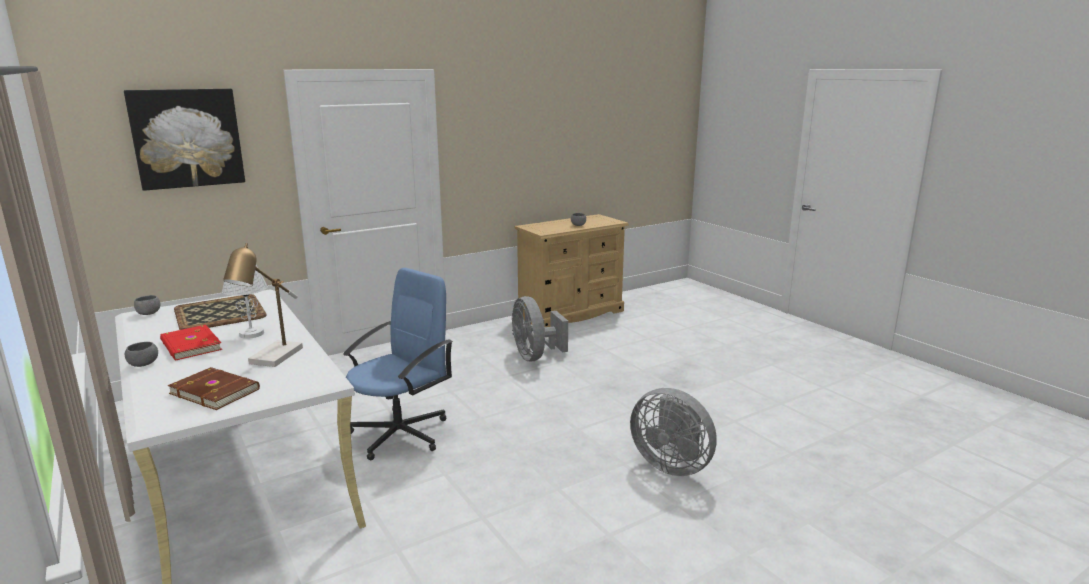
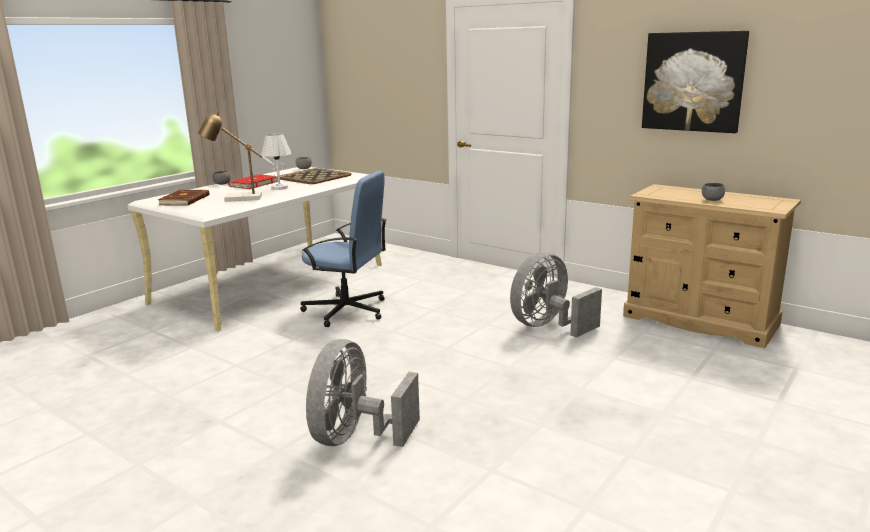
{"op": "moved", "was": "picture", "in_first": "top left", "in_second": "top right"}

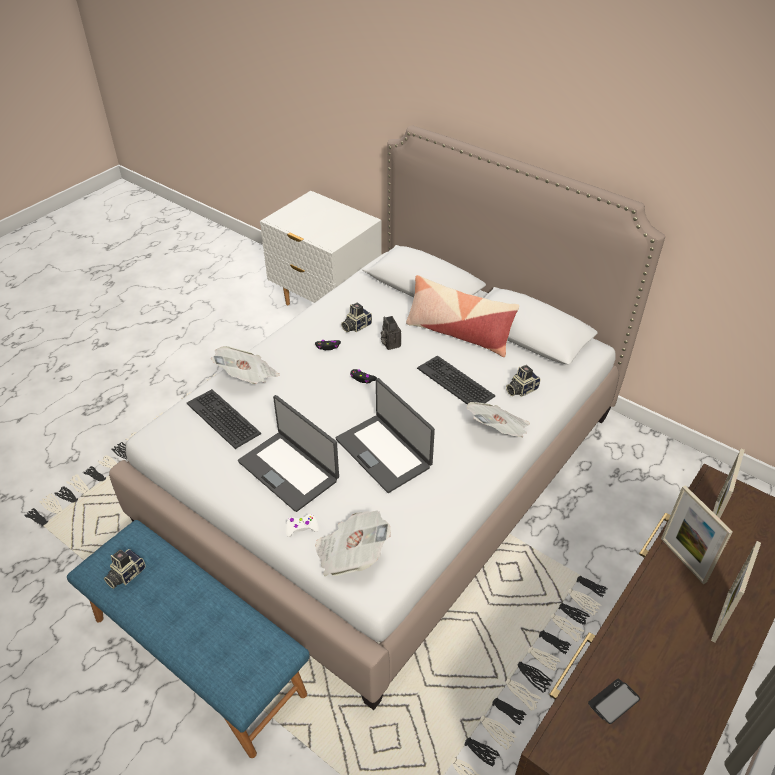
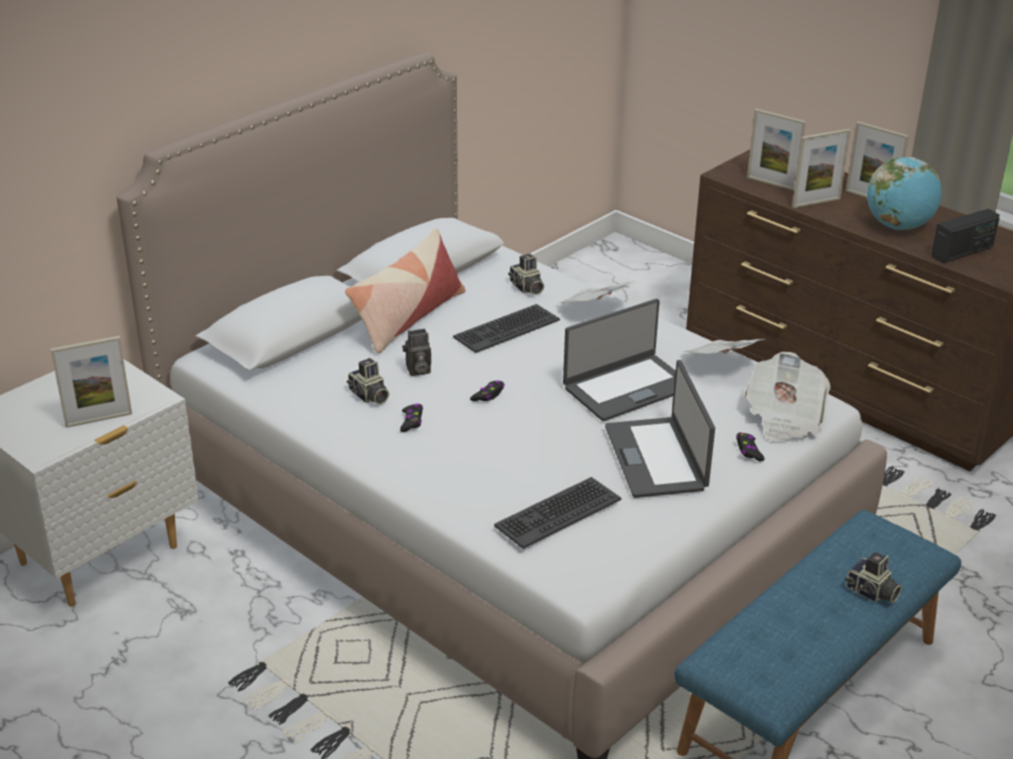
{"op": "added", "now": "picture frame (1st from left)", "in_second": "middle left"}
{"op": "added", "now": "globe", "in_second": "top right"}
{"op": "moved", "was": "photo camera (1st from left in the first image)", "now": "photo camera (4th from left)", "in_first": "bottom left", "in_second": "bottom right"}
{"op": "moved", "was": "newspaper (1st from left in the first image)", "now": "newspaper (2nd from left)", "in_first": "middle left", "in_second": "middle right"}
{"op": "replaced", "was": "phone", "now": "radio", "in_first": "bottom right", "in_second": "top right"}
{"op": "recoloured", "was": "game controller/white", "now": "game controller/black (3rd from left)", "in_first": "bottom centre", "in_second": "middle right"}
{"op": "turned", "was": "laptop (1st from left in the first image)", "in_first": "centre", "in_second": "centre", "clockwise": 120}

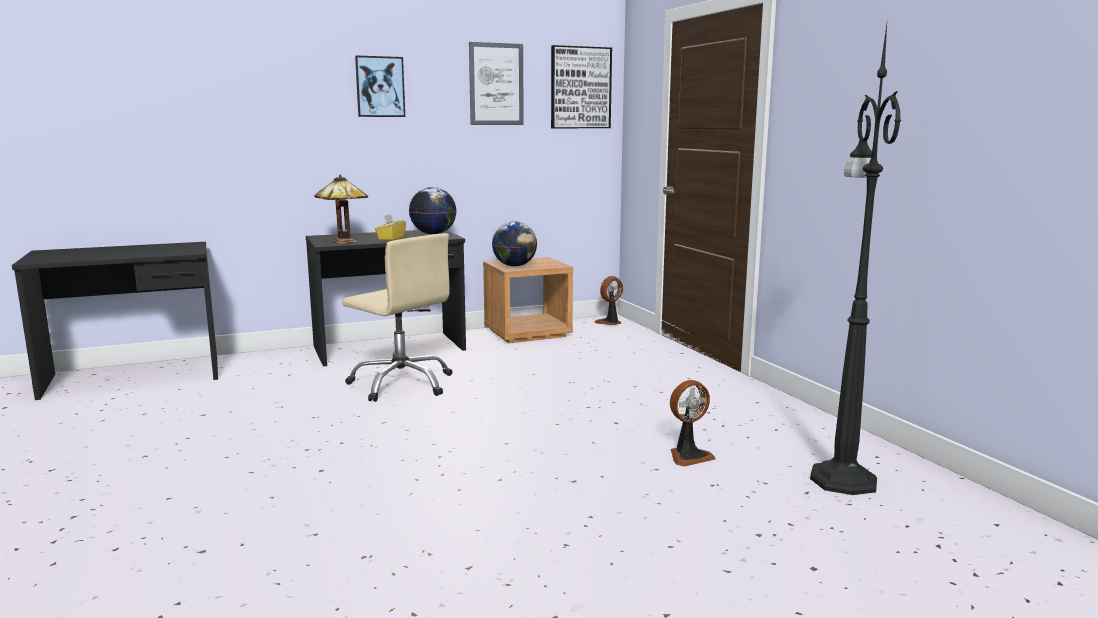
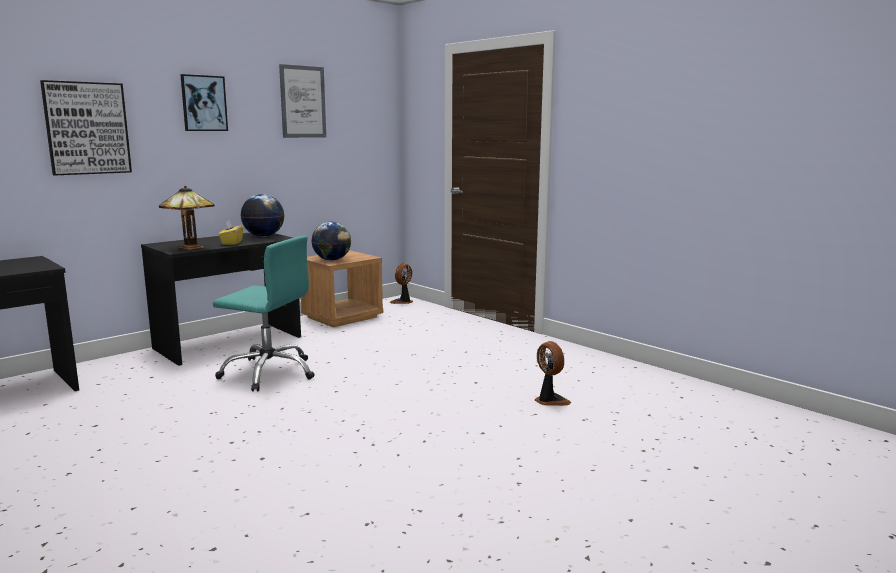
{"op": "removed", "was": "floor lamp/black", "in_first": "middle right"}
{"op": "moved", "was": "picture (3rd from left in the first image)", "now": "picture (1st from left)", "in_first": "top centre", "in_second": "top left"}
{"op": "recoloured", "was": "office chair/beige", "now": "office chair/turquoise", "in_first": "centre", "in_second": "middle left"}
{"op": "turned", "was": "fan (2nd from left)", "in_first": "bottom centre", "in_second": "centre", "clockwise": -75}

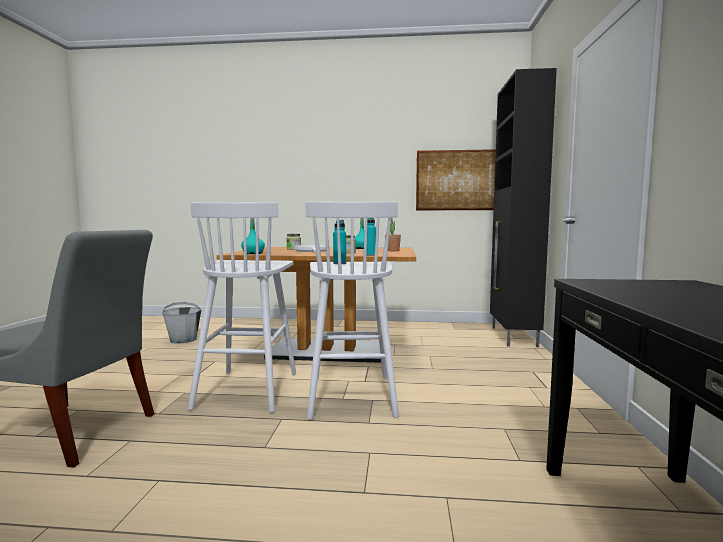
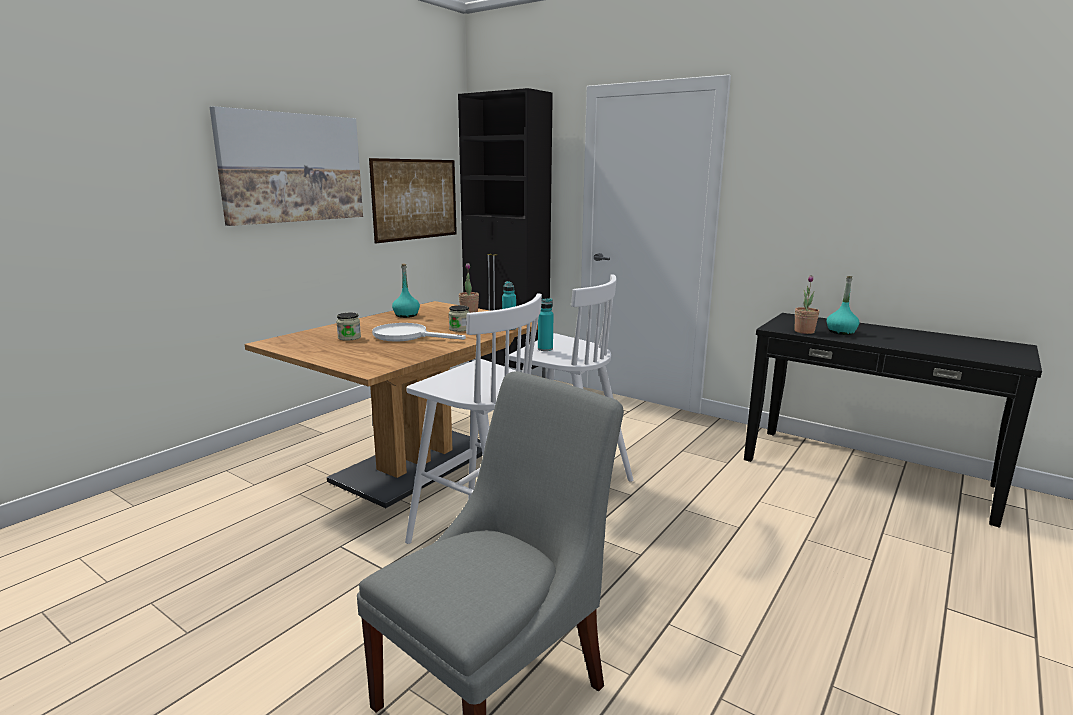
{"op": "removed", "was": "bucket/grey", "in_first": "middle left"}
{"op": "added", "now": "picture (1st from left)", "in_second": "top left"}
{"op": "added", "now": "potted plant (2nd from left)", "in_second": "middle right"}
{"op": "moved", "was": "bottle/turquoise (1st from left in the first image)", "now": "bottle/turquoise (4th from left)", "in_first": "centre", "in_second": "middle right"}

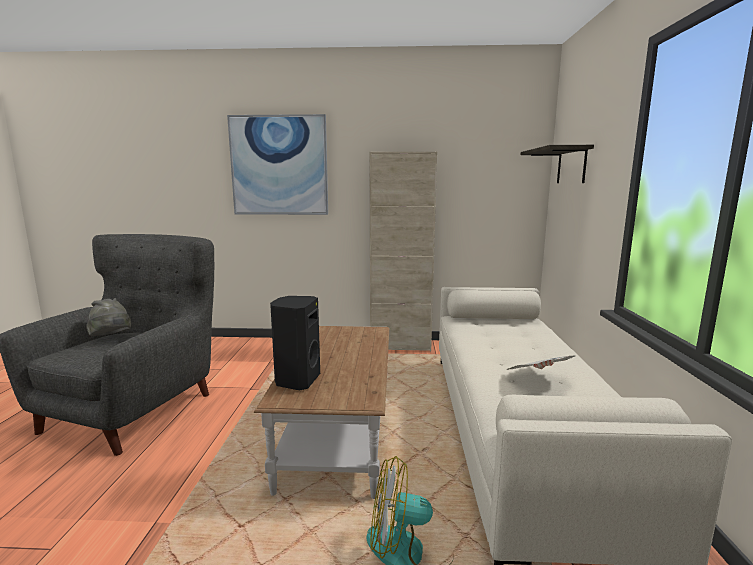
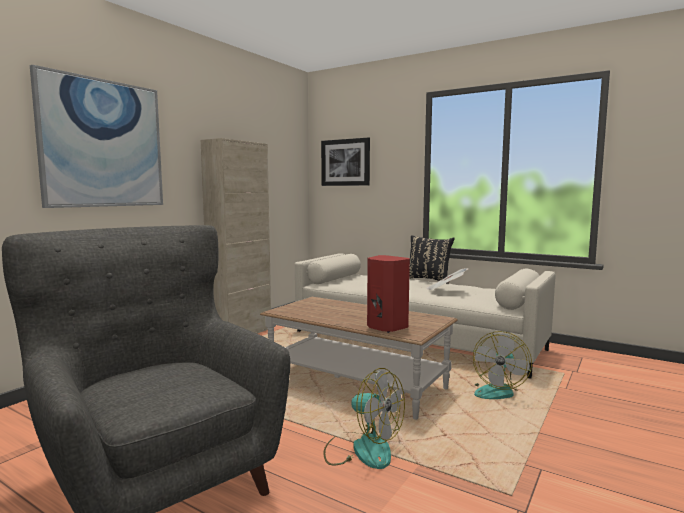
{"op": "removed", "was": "hat/grey", "in_first": "middle left"}
{"op": "added", "now": "fan (1st from left)", "in_second": "bottom centre"}
{"op": "added", "now": "pillow/black", "in_second": "centre"}
{"op": "replaced", "was": "shelf", "now": "picture (2nd from left)", "in_first": "top right", "in_second": "top centre"}
{"op": "recoloured", "was": "speaker/black", "now": "speaker/red", "in_first": "centre", "in_second": "centre"}

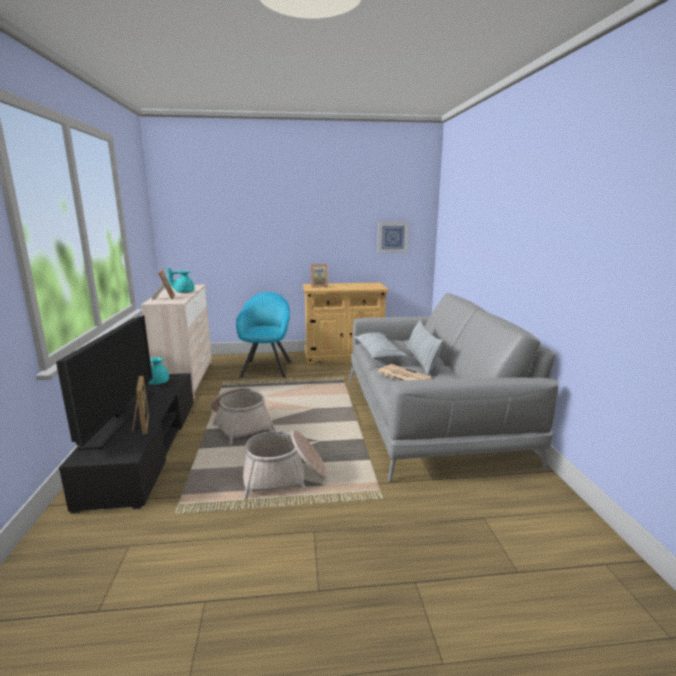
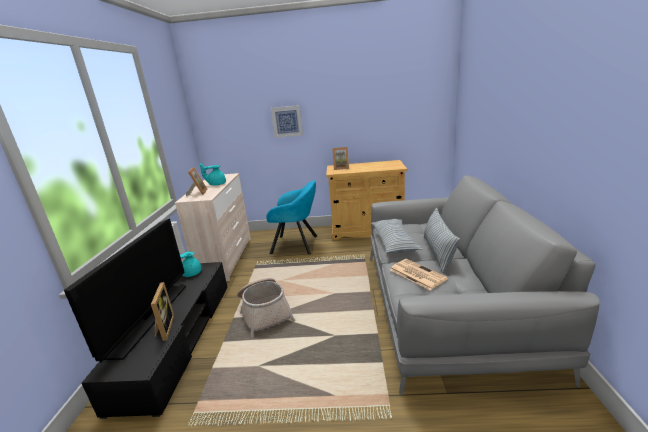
{"op": "removed", "was": "basket (2nd from left)", "in_first": "bottom centre"}
{"op": "moved", "was": "picture", "in_first": "centre", "in_second": "top centre"}
{"op": "turned", "was": "armchair/turquoise", "in_first": "centre", "in_second": "centre", "clockwise": 90}

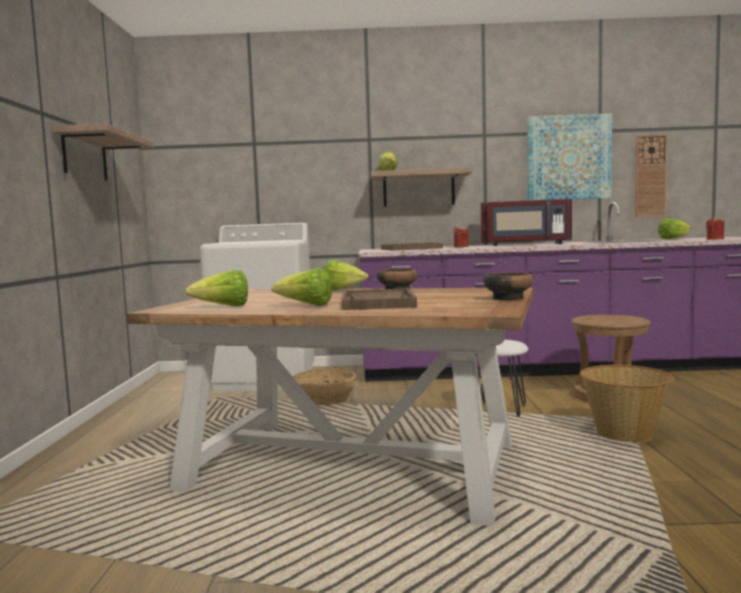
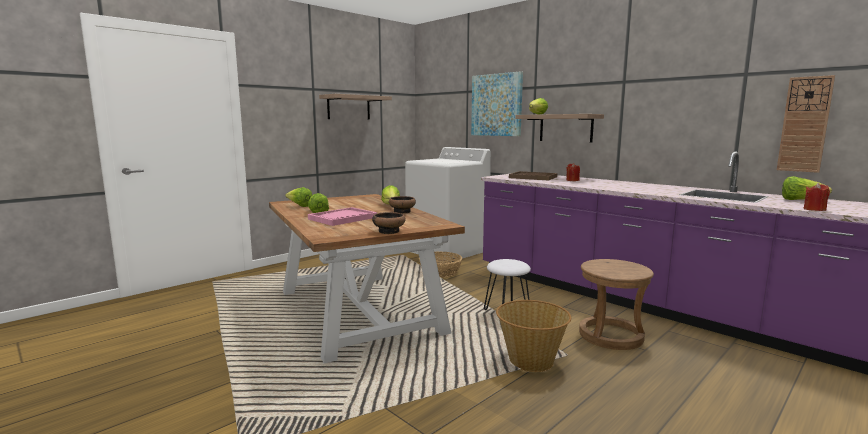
{"op": "removed", "was": "microwave/red", "in_first": "middle right"}
{"op": "moved", "was": "picture", "in_first": "top right", "in_second": "top centre"}
{"op": "recoloured", "was": "tray/brown (1st from left)", "now": "tray/pink", "in_first": "centre", "in_second": "centre"}

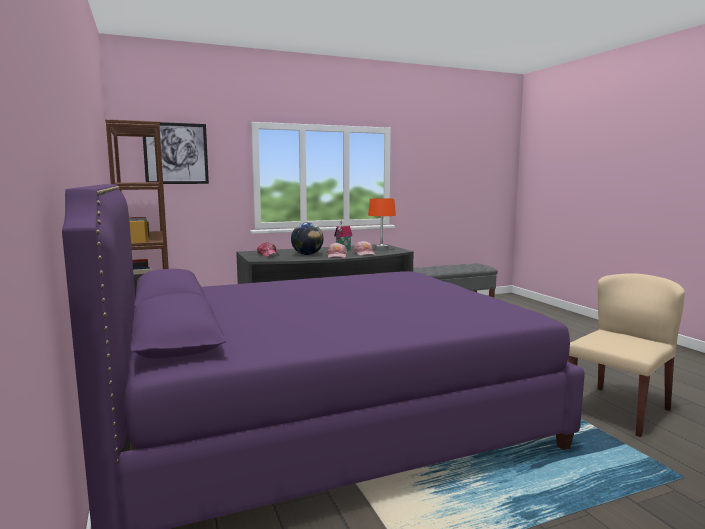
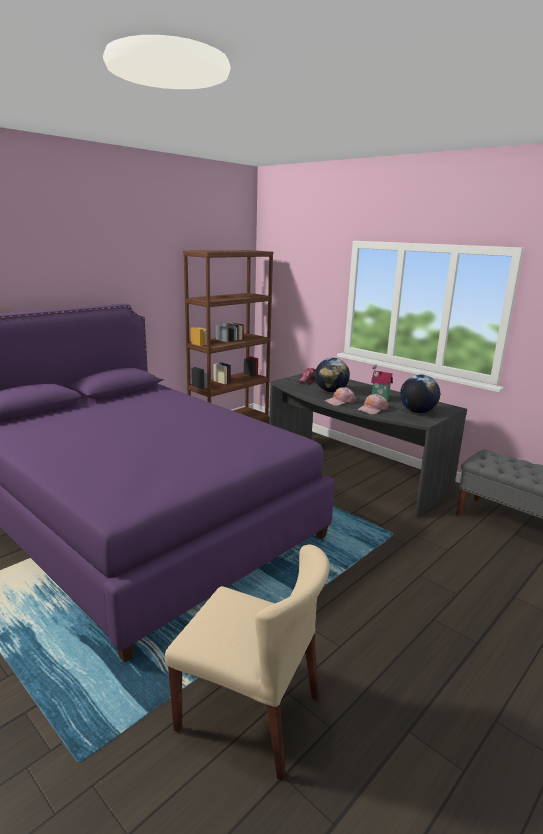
{"op": "removed", "was": "picture", "in_first": "top left"}
{"op": "replaced", "was": "table lamp/orange", "now": "globe (2nd from left)", "in_first": "centre", "in_second": "middle right"}

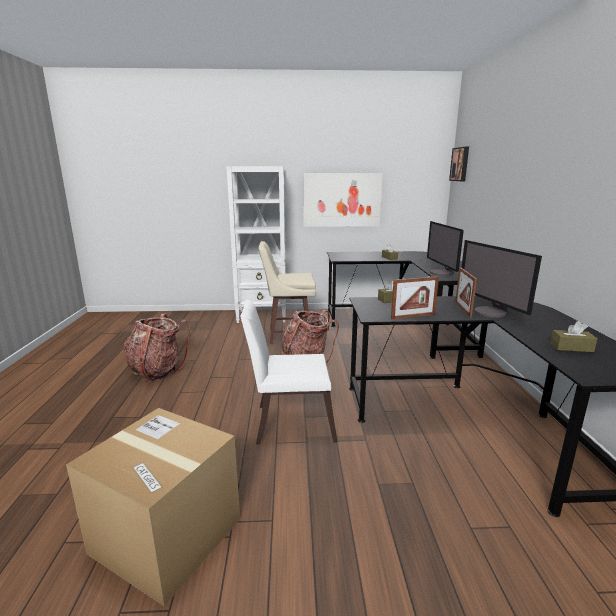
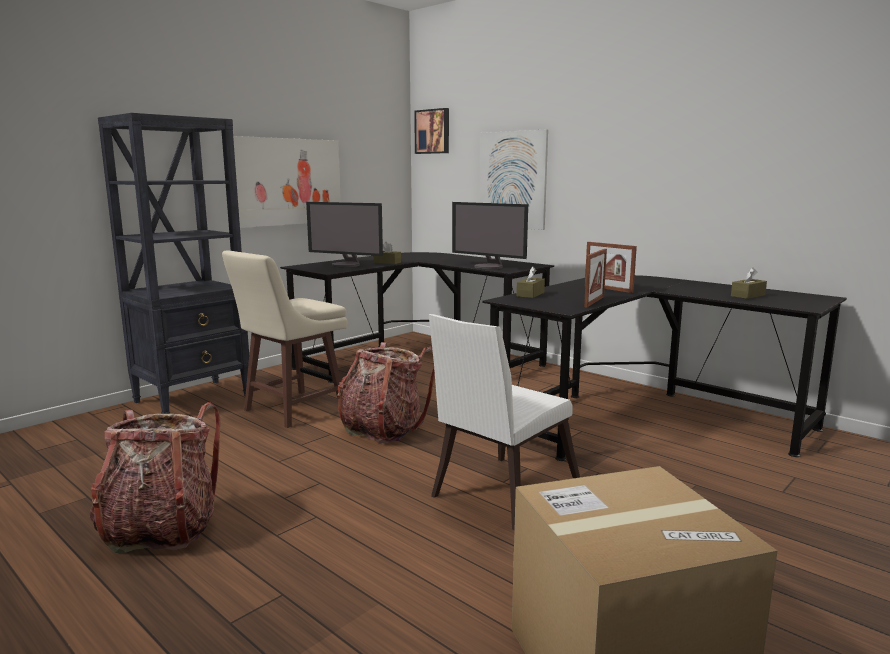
{"op": "added", "now": "picture (3rd from left)", "in_second": "top centre"}
{"op": "moved", "was": "monitor (2nd from left in the first image)", "now": "monitor (1st from left)", "in_first": "middle right", "in_second": "centre"}
{"op": "recoloured", "was": "bookcase/white", "now": "bookcase/black", "in_first": "centre", "in_second": "middle left"}

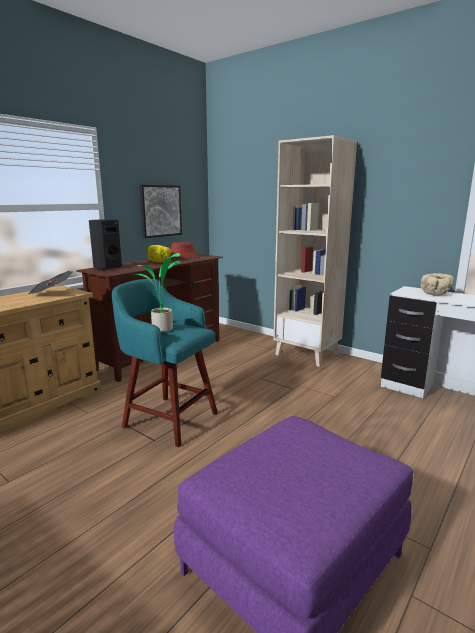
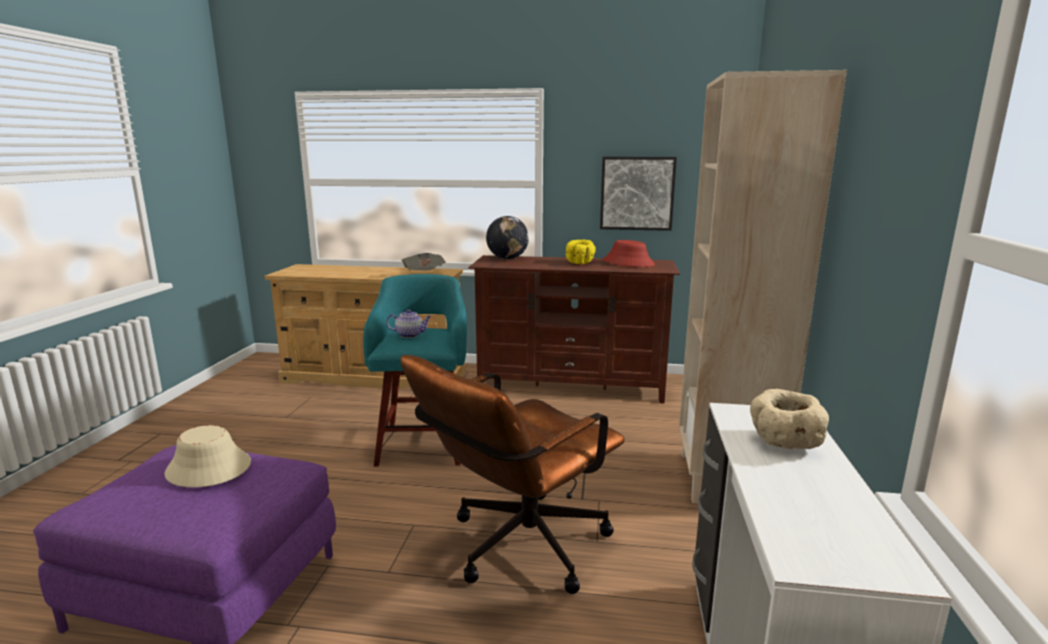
{"op": "added", "now": "hat/beige", "in_second": "bottom left"}
{"op": "added", "now": "office chair/brown", "in_second": "bottom centre"}
{"op": "replaced", "was": "speaker/black", "now": "globe", "in_first": "middle left", "in_second": "centre"}
{"op": "replaced", "was": "potted plant", "now": "teapot", "in_first": "middle left", "in_second": "centre"}

